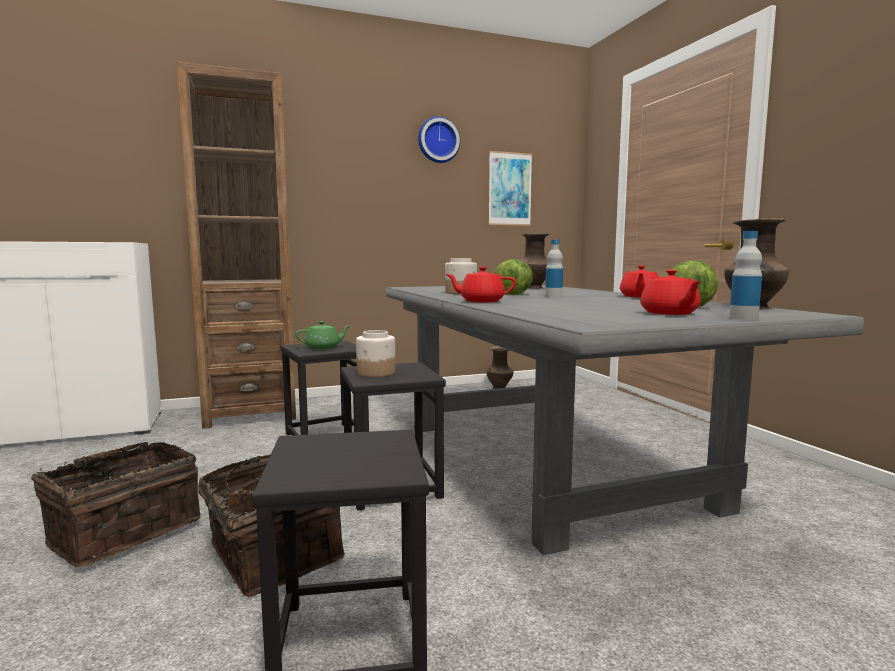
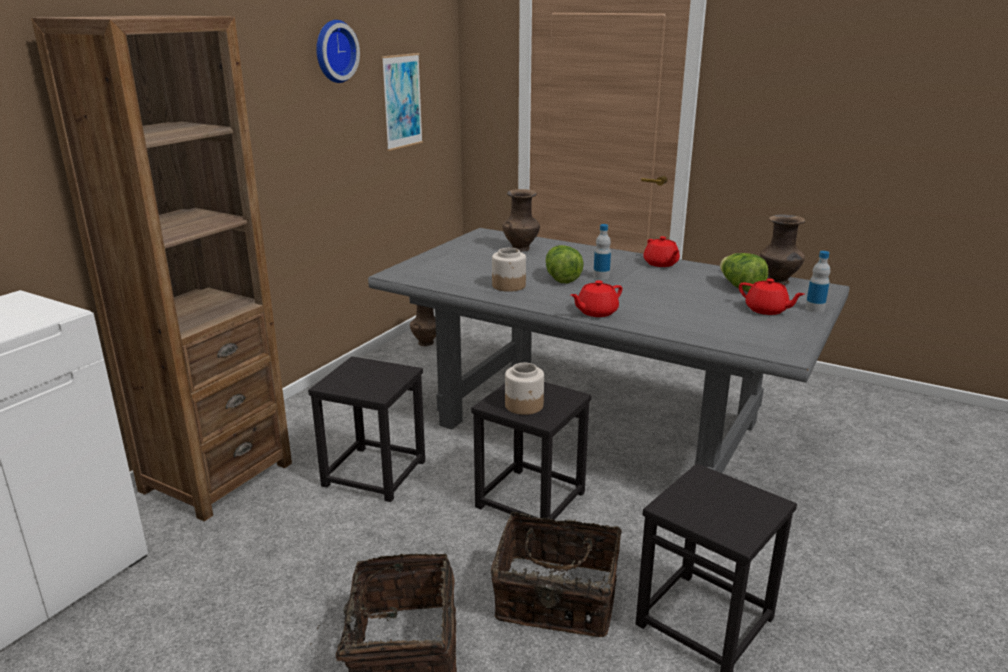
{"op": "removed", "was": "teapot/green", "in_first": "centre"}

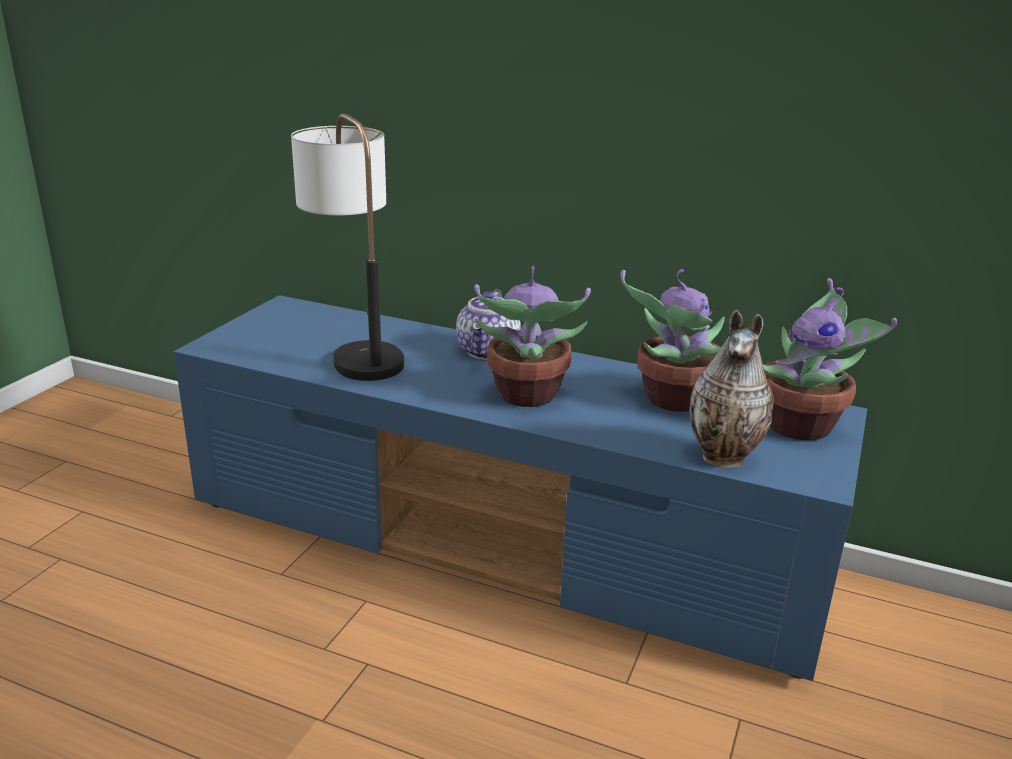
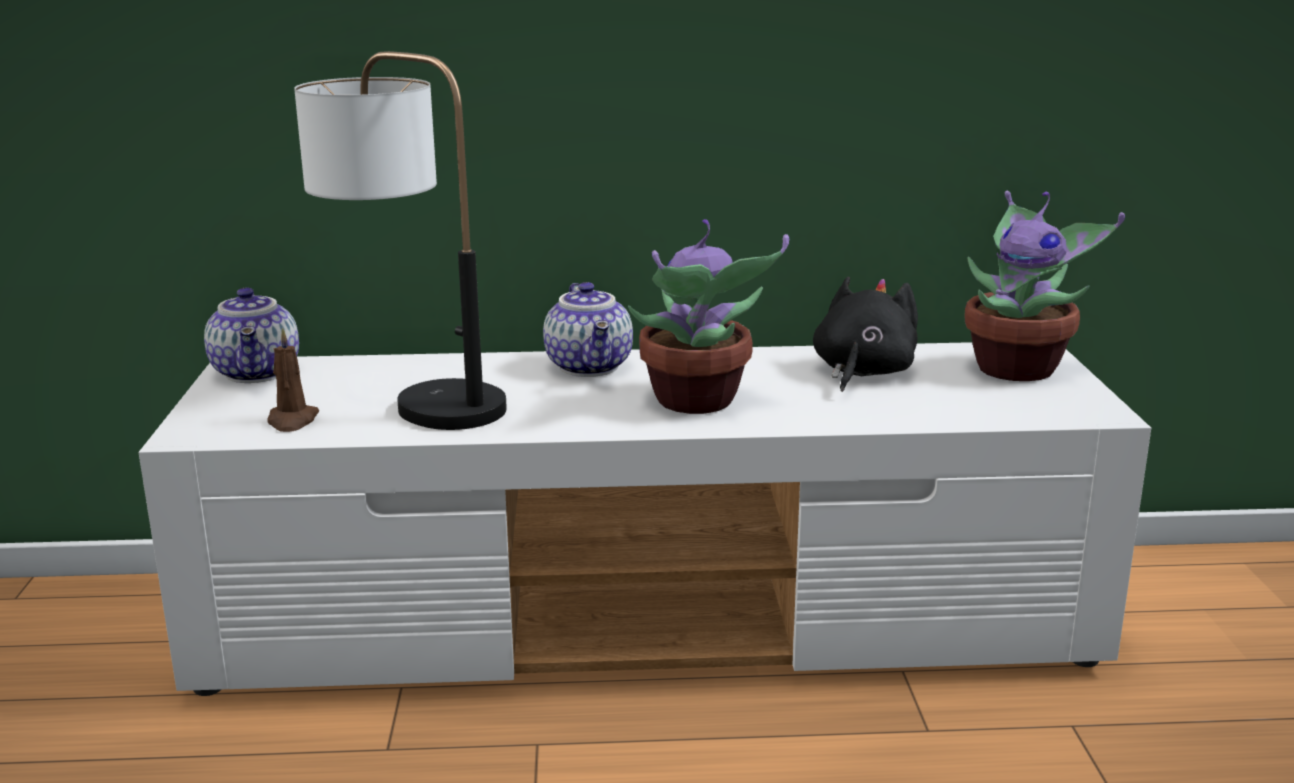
{"op": "removed", "was": "vase", "in_first": "middle right"}
{"op": "added", "now": "teapot (1st from left)", "in_second": "middle left"}
{"op": "added", "now": "candle/brown", "in_second": "middle left"}
{"op": "replaced", "was": "potted plant (2nd from left)", "now": "plush toy/black", "in_first": "centre", "in_second": "middle right"}
{"op": "recoloured", "was": "tv stand/blue", "now": "tv stand/white", "in_first": "centre", "in_second": "centre"}

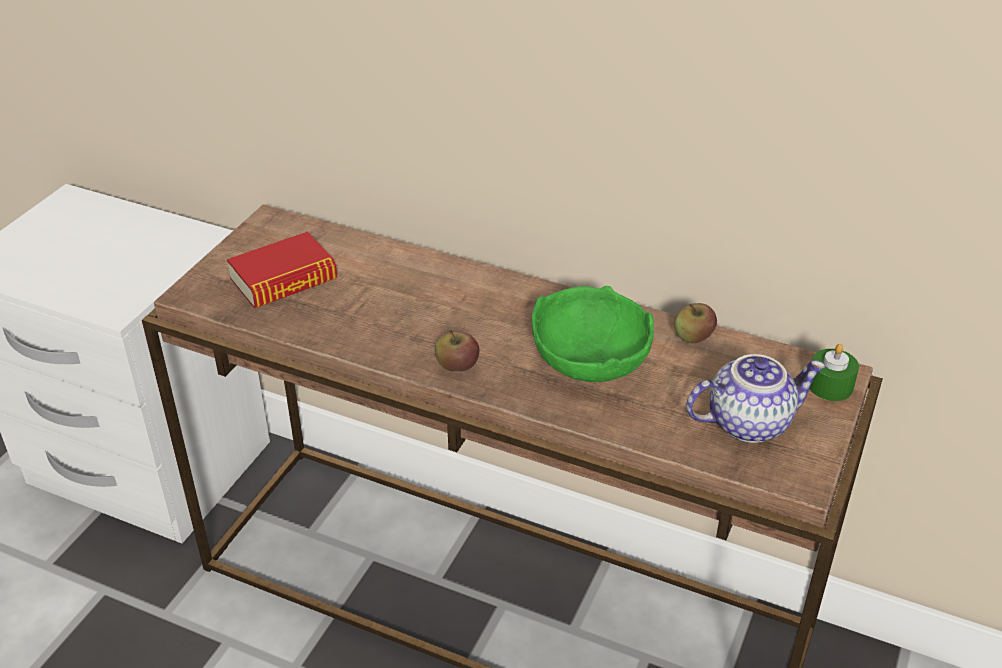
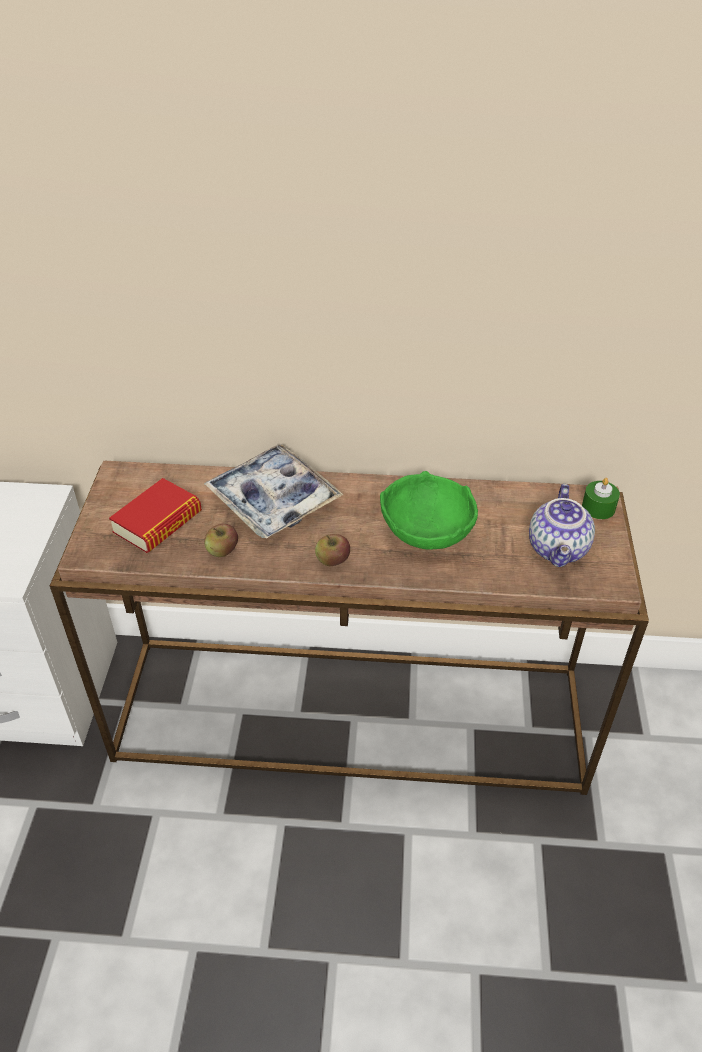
{"op": "added", "now": "tray", "in_second": "centre"}
{"op": "moved", "was": "apple (2nd from left in the first image)", "now": "apple (1st from left)", "in_first": "middle right", "in_second": "middle left"}
{"op": "turned", "was": "teapot", "in_first": "middle right", "in_second": "middle right", "clockwise": 135}

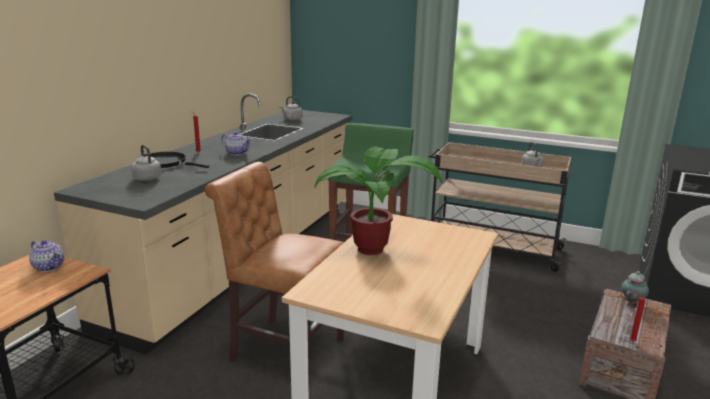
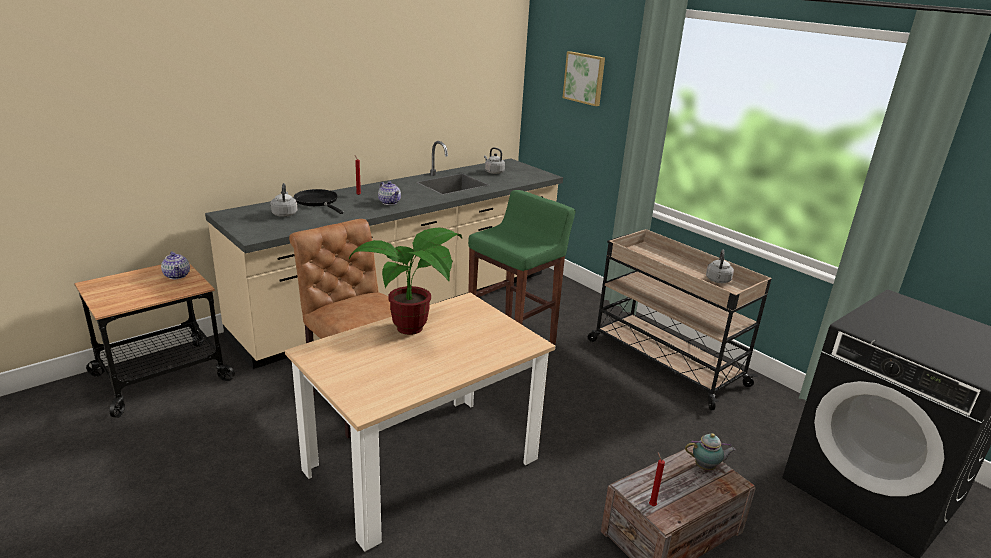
{"op": "added", "now": "picture", "in_second": "top centre"}
{"op": "turned", "was": "teapot (3rd from left)", "in_first": "bottom right", "in_second": "bottom right", "clockwise": -150}

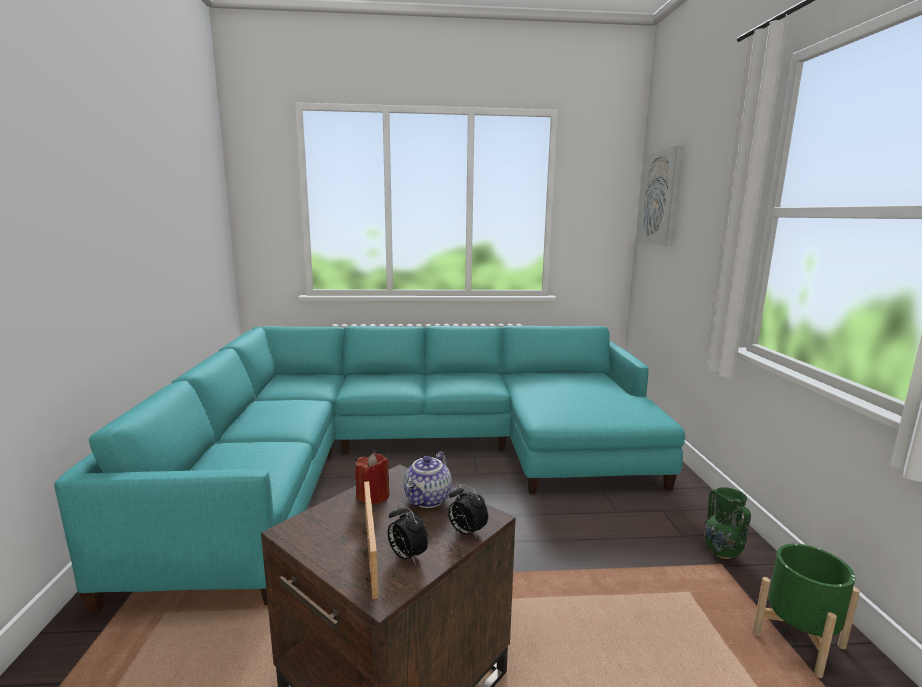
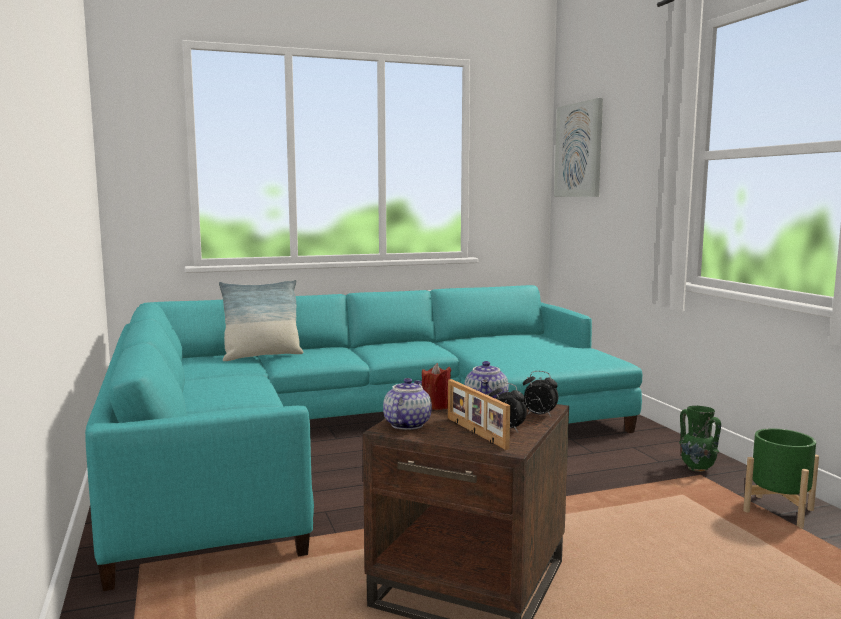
{"op": "added", "now": "pillow", "in_second": "middle left"}
{"op": "added", "now": "teapot (1st from left)", "in_second": "centre"}

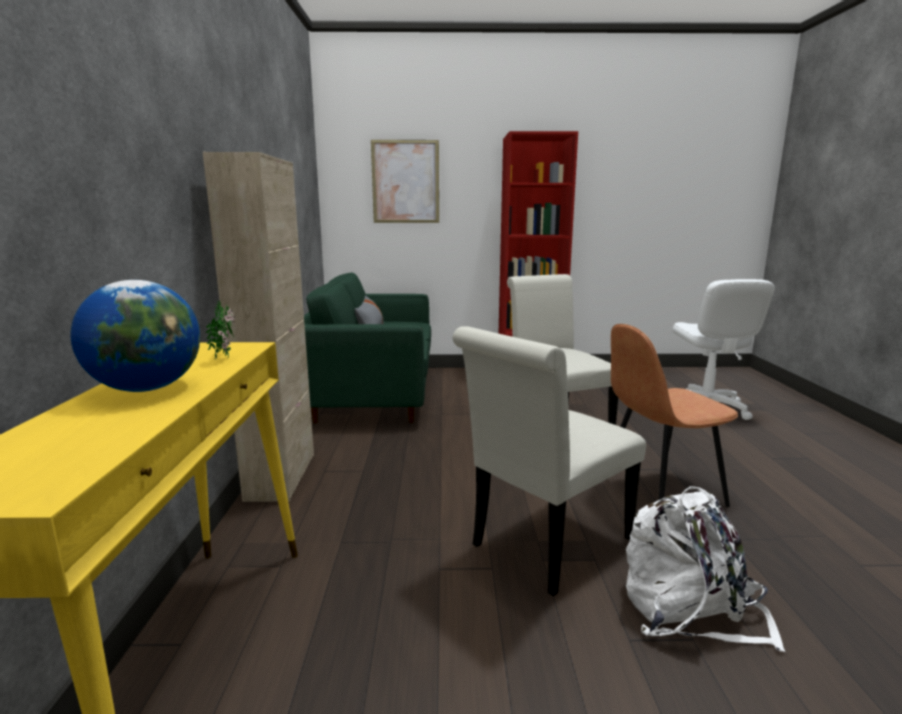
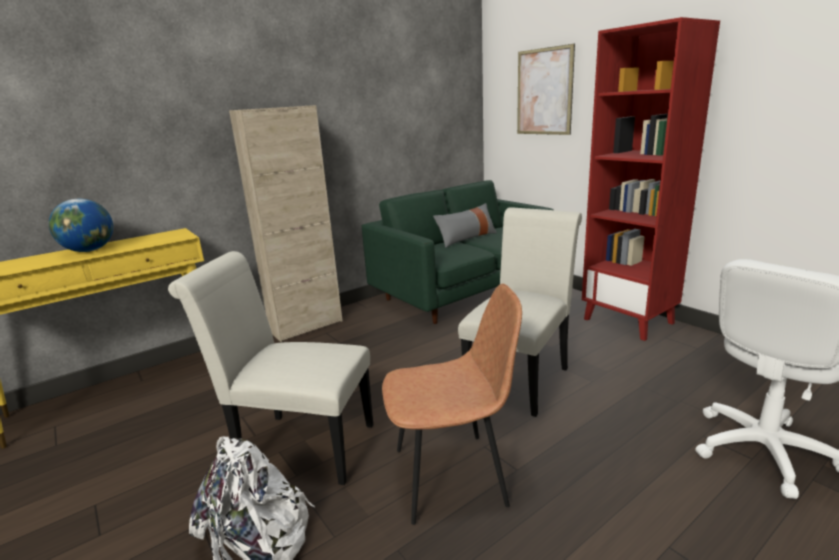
{"op": "removed", "was": "potted plant", "in_first": "middle left"}
{"op": "turned", "was": "chair/brown", "in_first": "middle right", "in_second": "bottom centre", "clockwise": 135}

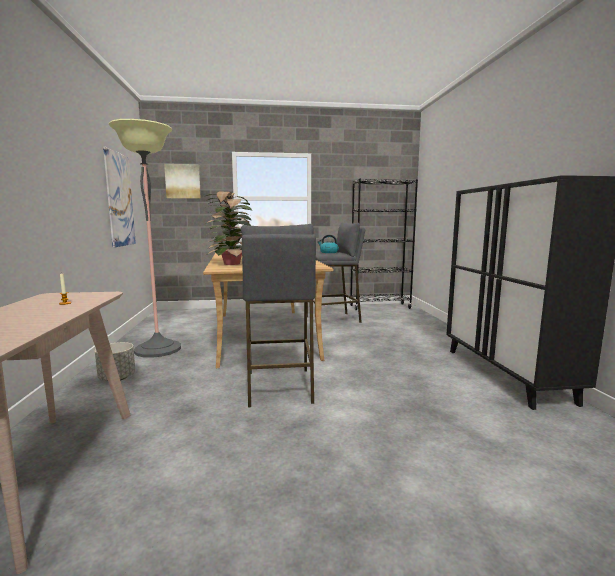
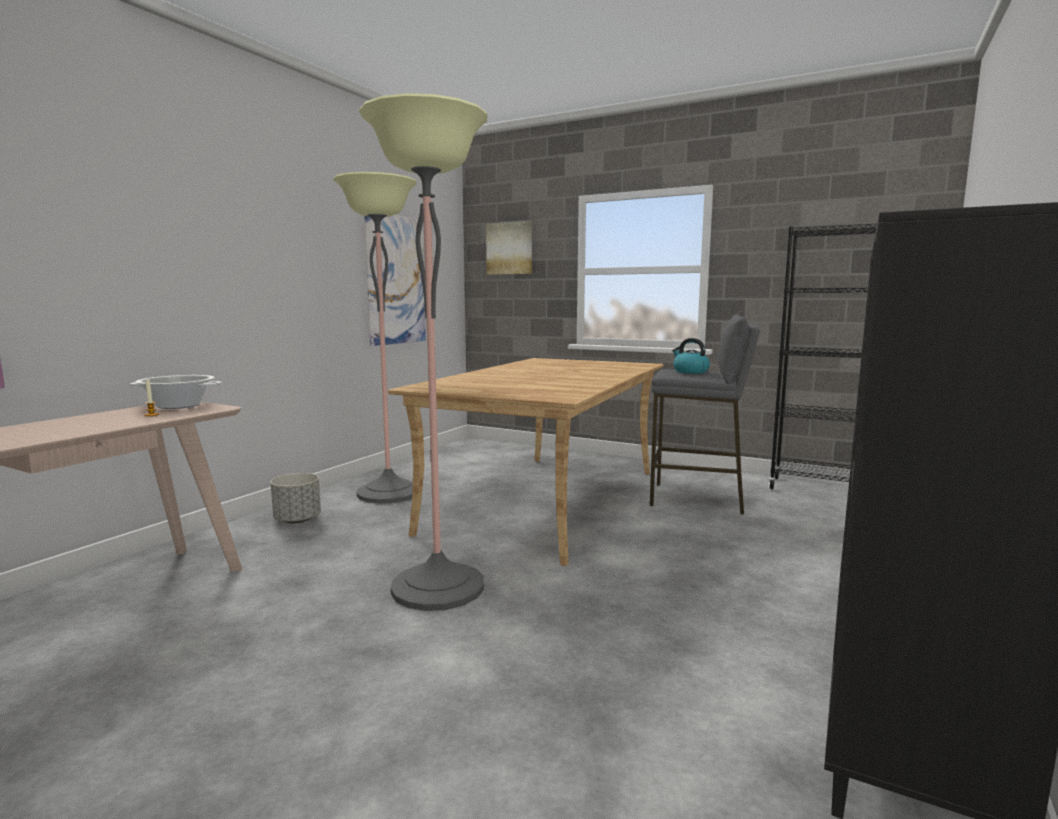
{"op": "removed", "was": "potted plant", "in_first": "centre"}
{"op": "added", "now": "cooking pot", "in_second": "middle left"}
{"op": "replaced", "was": "stool/grey (1st from left)", "now": "floor lamp (2nd from left)", "in_first": "centre", "in_second": "centre"}

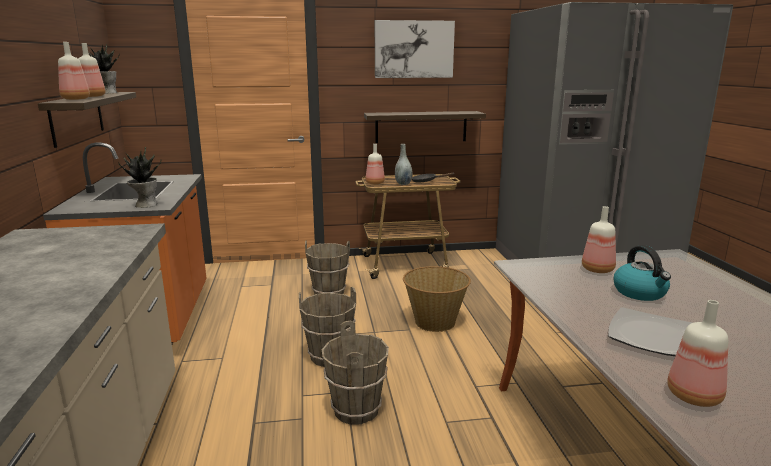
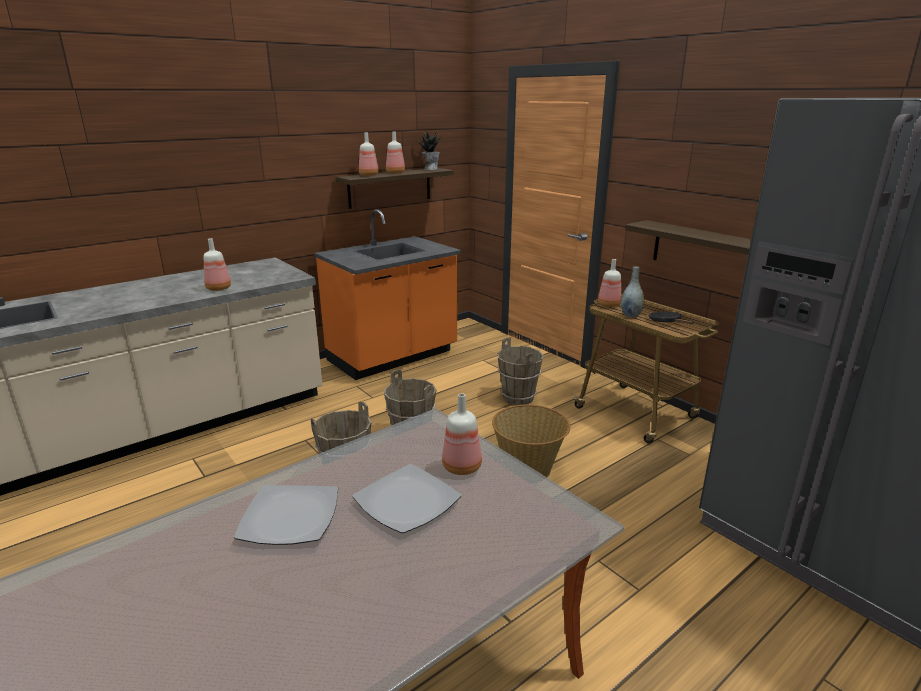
{"op": "removed", "was": "potted plant (2nd from left)", "in_first": "middle left"}
{"op": "removed", "was": "picture", "in_first": "top centre"}
{"op": "moved", "was": "bottle (5th from left in the first image)", "now": "bottle (1st from left)", "in_first": "bottom right", "in_second": "middle left"}
{"op": "replaced", "was": "kettle", "now": "plate (2nd from left)", "in_first": "middle right", "in_second": "bottom centre"}

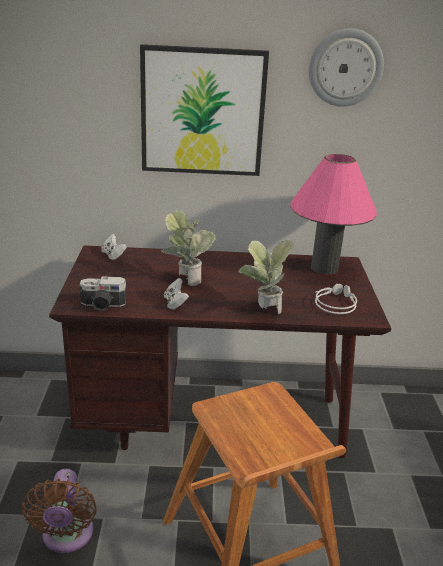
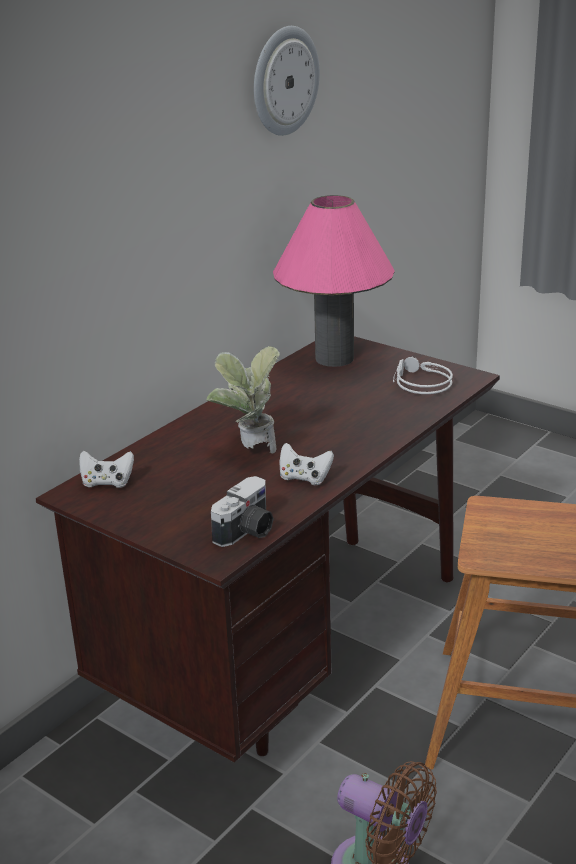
{"op": "removed", "was": "picture", "in_first": "top centre"}
{"op": "removed", "was": "potted plant (2nd from left)", "in_first": "centre"}

